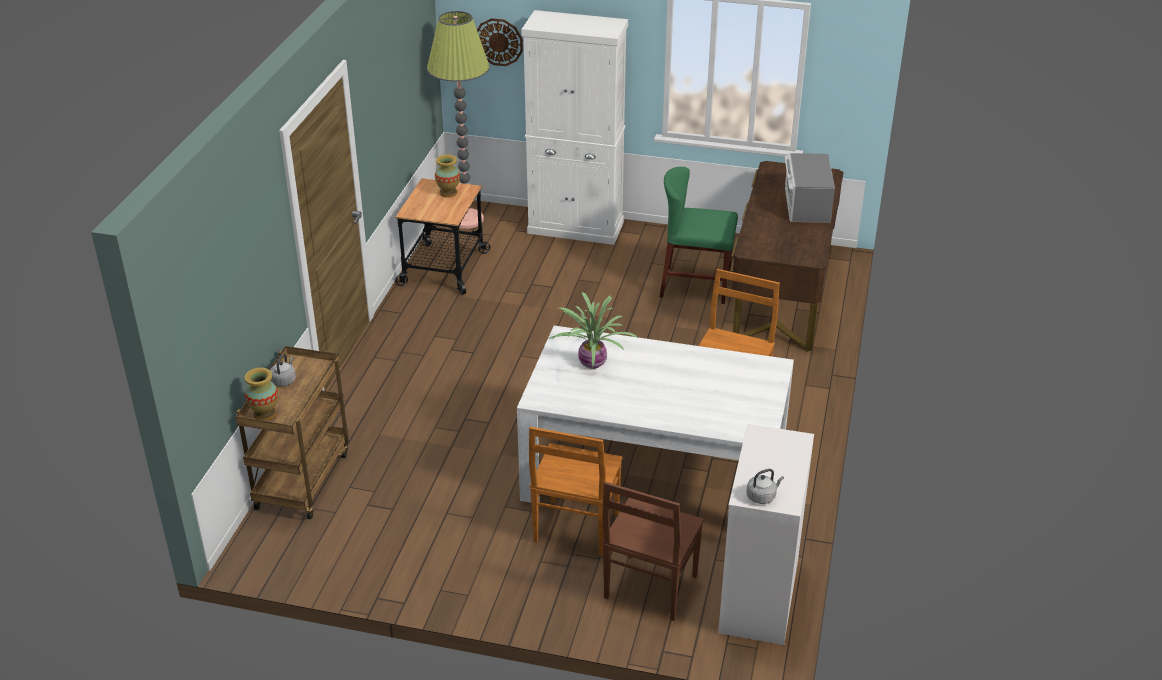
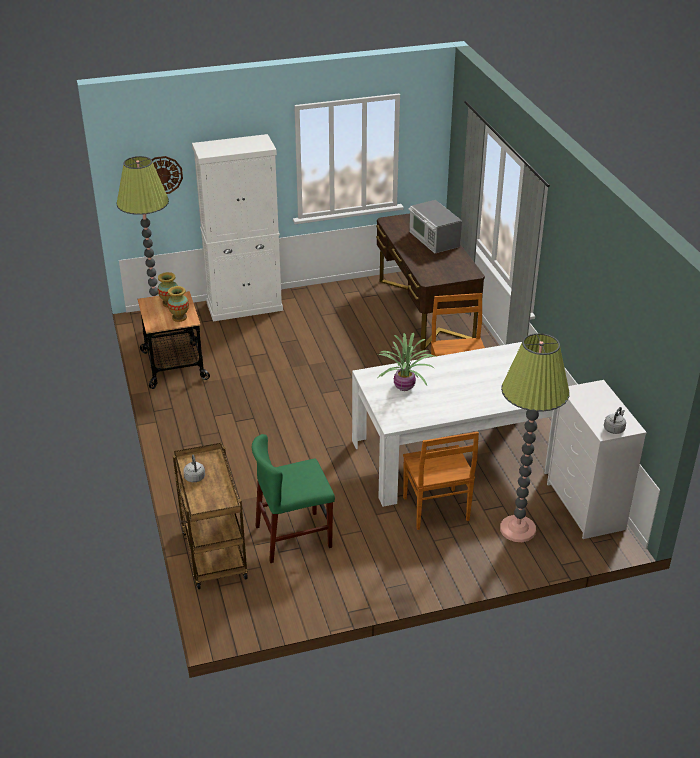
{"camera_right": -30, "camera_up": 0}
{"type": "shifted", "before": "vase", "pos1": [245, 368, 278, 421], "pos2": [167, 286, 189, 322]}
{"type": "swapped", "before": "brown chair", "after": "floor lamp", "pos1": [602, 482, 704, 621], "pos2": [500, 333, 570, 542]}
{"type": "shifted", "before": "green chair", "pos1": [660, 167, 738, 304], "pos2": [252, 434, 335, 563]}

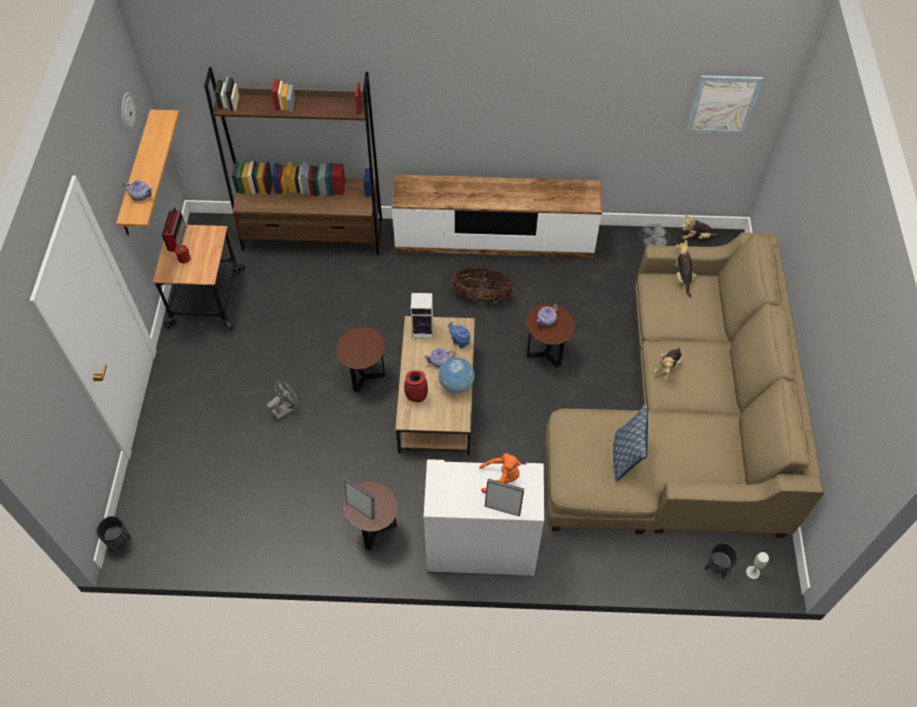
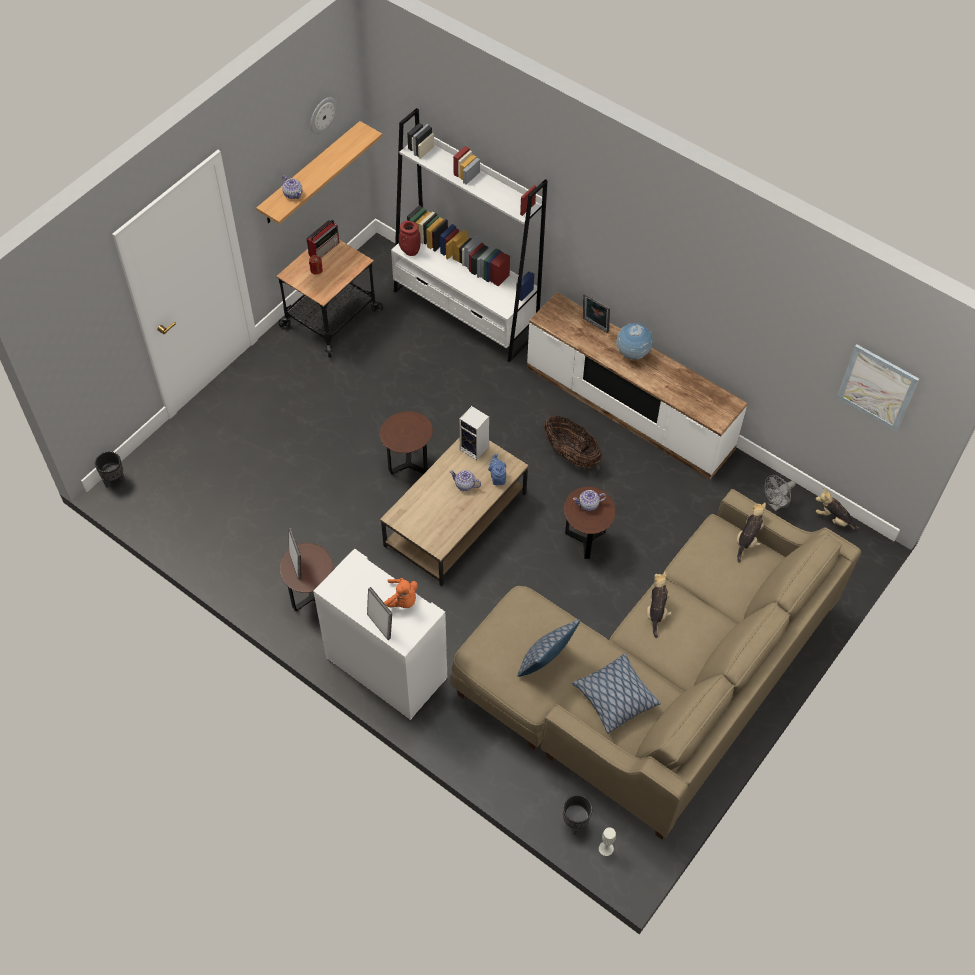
{"camera_right": 35, "camera_up": 0}
{"type": "repainted", "before": "brown bookcase", "after": "white bookcase", "pos1": [204, 67, 382, 255], "pos2": [391, 108, 547, 362]}
{"type": "gone", "before": "grey fan", "pos1": [267, 380, 298, 420]}
{"type": "shifted", "before": "red vase", "pos1": [404, 370, 428, 402], "pos2": [399, 221, 421, 256]}
{"type": "shifted", "before": "globe", "pos1": [438, 357, 474, 394], "pos2": [615, 323, 653, 359]}
{"type": "rotated", "before": "plush toy", "pos1": [653, 347, 683, 381], "pos2": [647, 572, 672, 638], "turn": 120}
{"type": "new", "after": "pillow", "pos2": [572, 653, 661, 734]}
{"type": "new", "after": "picture frame", "pos2": [583, 293, 610, 333]}

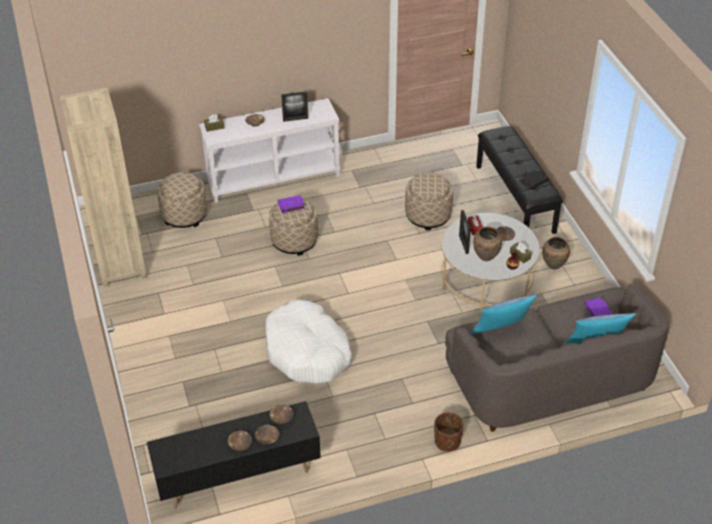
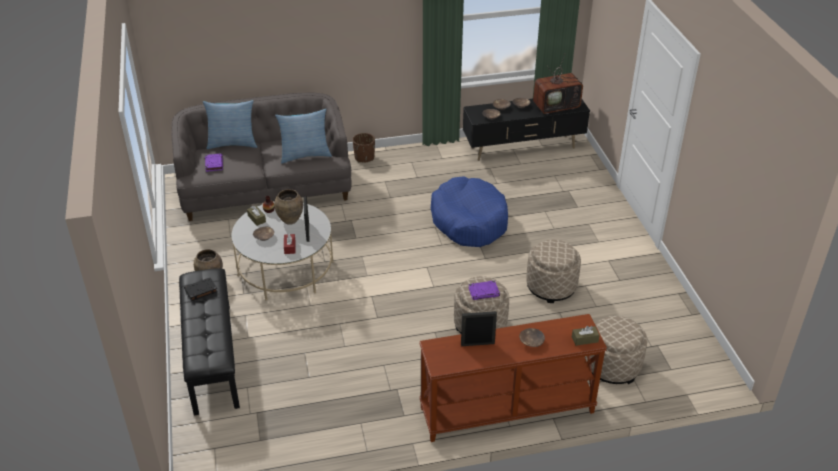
{"camera_right": -175, "camera_up": -5}
{"type": "gone", "before": "beige bookcase", "pos1": [60, 88, 147, 287]}
{"type": "repainted", "before": "white console table", "after": "brown console table", "pos1": [199, 98, 340, 203], "pos2": [419, 314, 607, 442]}
{"type": "repainted", "before": "white dog bed", "after": "blue dog bed", "pos1": [265, 300, 352, 384], "pos2": [431, 177, 508, 247]}
{"type": "shifted", "before": "beige ottoman", "pos1": [405, 172, 453, 230], "pos2": [526, 240, 581, 303]}
{"type": "new", "after": "television", "pos2": [533, 55, 583, 114]}

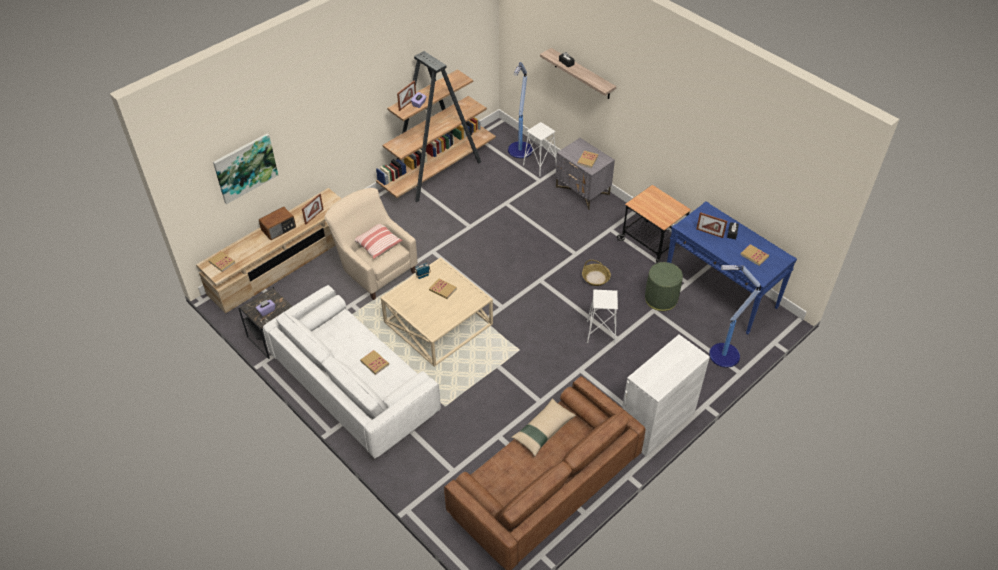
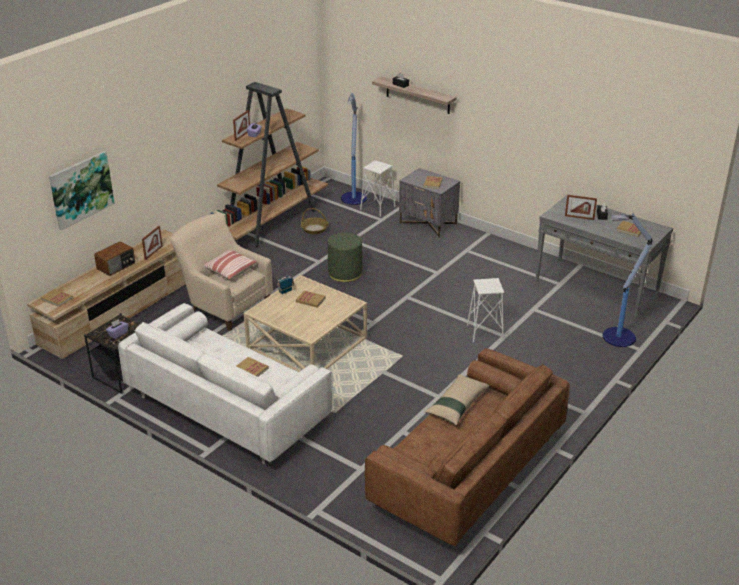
{"camera_right": -10, "camera_up": -15}
{"type": "shifted", "before": "basket", "pos1": [582, 260, 611, 286], "pos2": [301, 208, 329, 234]}
{"type": "gone", "before": "cart", "pos1": [617, 185, 691, 264]}
{"type": "gone", "before": "white cabinet", "pos1": [622, 334, 710, 457]}
{"type": "shifted", "before": "green ottoman", "pos1": [645, 262, 683, 311], "pos2": [328, 232, 362, 282]}
{"type": "repainted", "before": "blue console table", "after": "grey console table", "pos1": [667, 201, 797, 335], "pos2": [535, 195, 673, 318]}

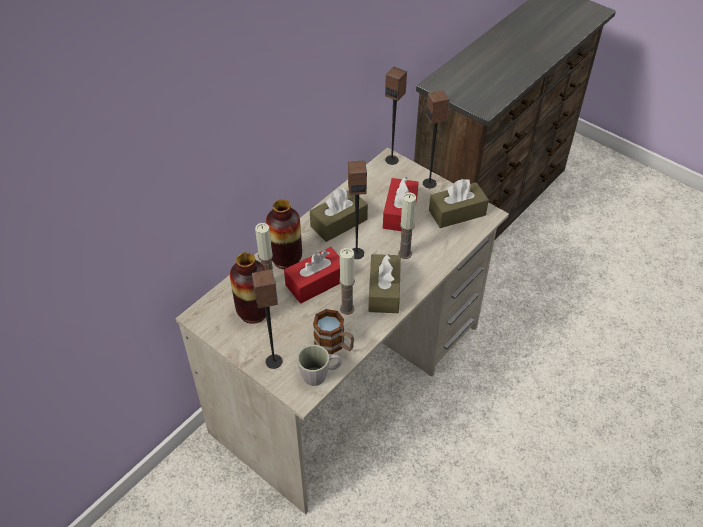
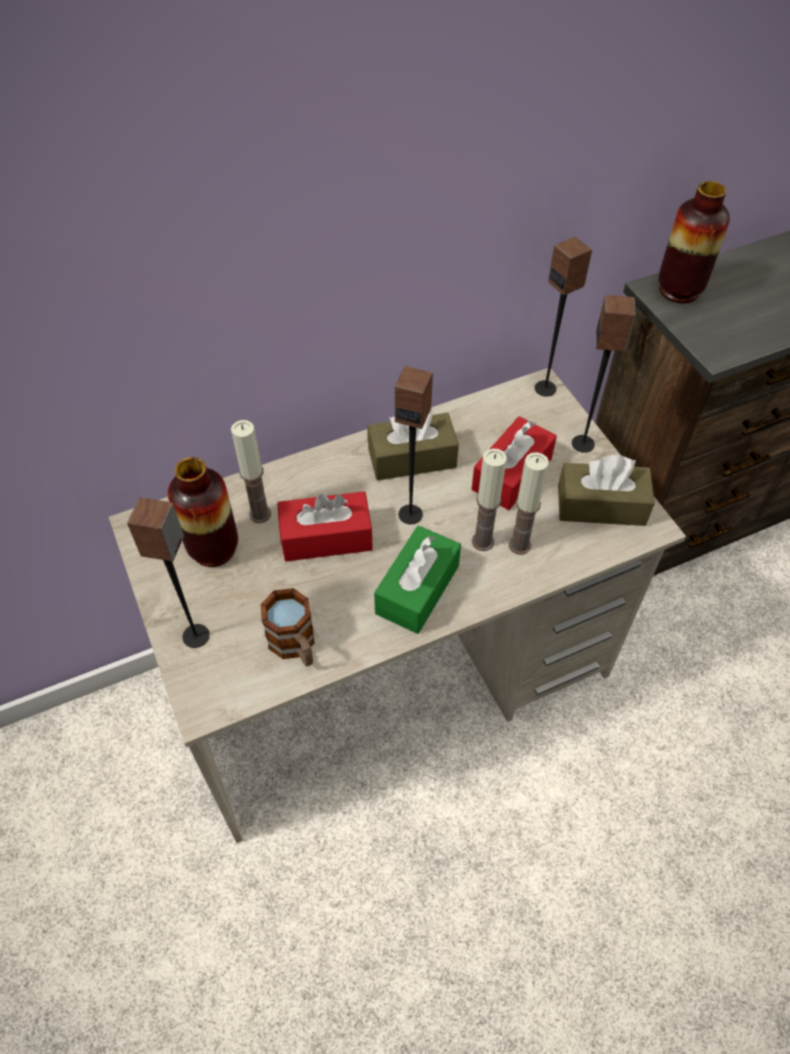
{"camera_right": 25, "camera_up": 5}
{"type": "shifted", "before": "vase", "pos1": [266, 199, 302, 269], "pos2": [658, 181, 730, 303]}
{"type": "gone", "before": "grey mug", "pos1": [297, 345, 342, 386]}
{"type": "shifted", "before": "candle", "pos1": [339, 248, 355, 315], "pos2": [509, 452, 549, 555]}
{"type": "repainted", "before": "brown tissue box", "after": "green tissue box", "pos1": [368, 254, 401, 313], "pos2": [374, 526, 461, 634]}

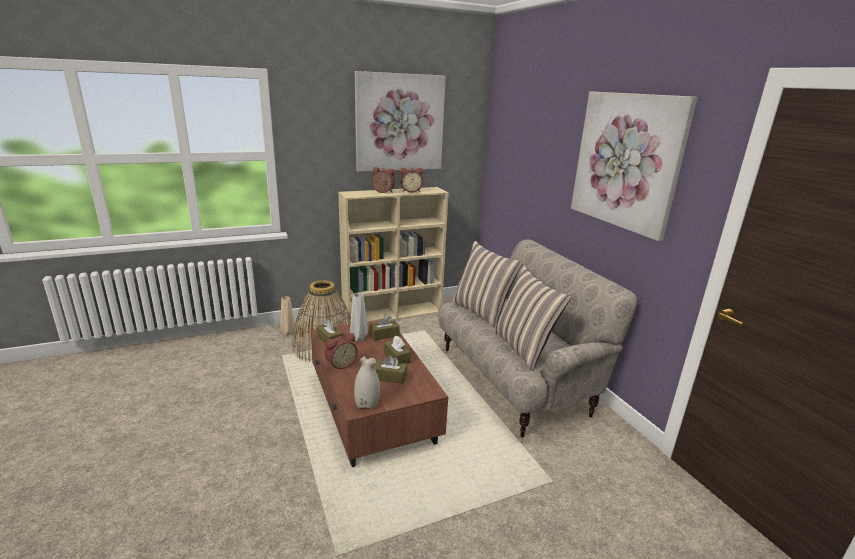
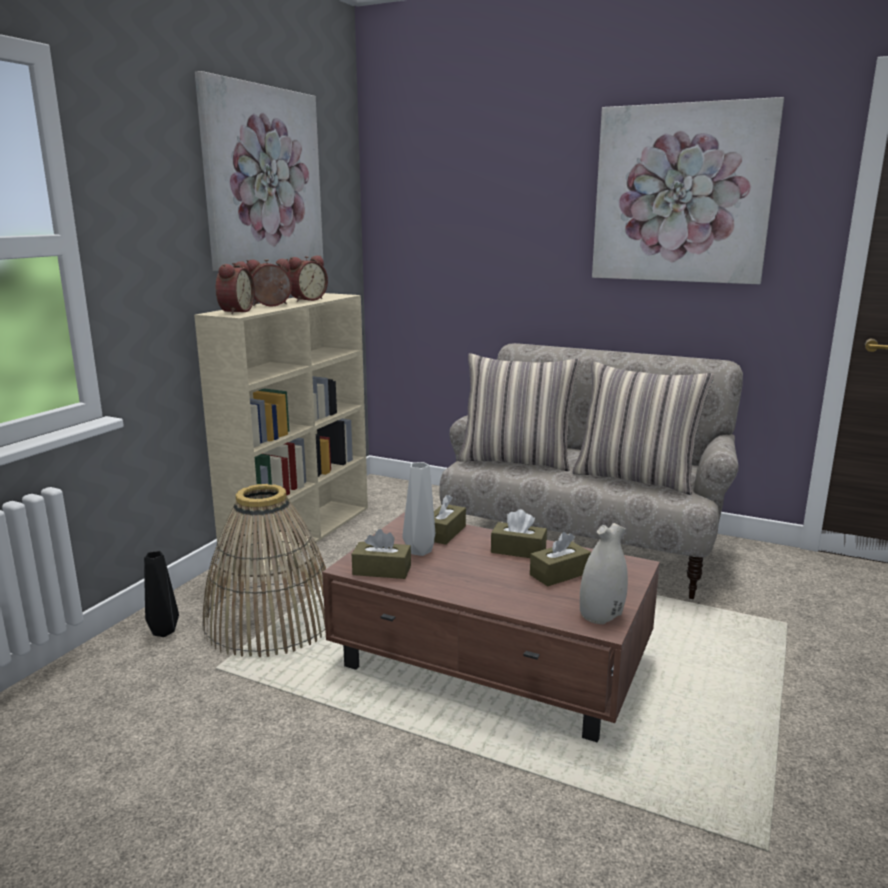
{"camera_right": -40, "camera_up": -5}
{"type": "repainted", "before": "beige vase", "after": "black vase", "pos1": [280, 296, 295, 335], "pos2": [144, 551, 179, 637]}
{"type": "shifted", "before": "alarm clock", "pos1": [325, 333, 358, 370], "pos2": [215, 261, 255, 314]}

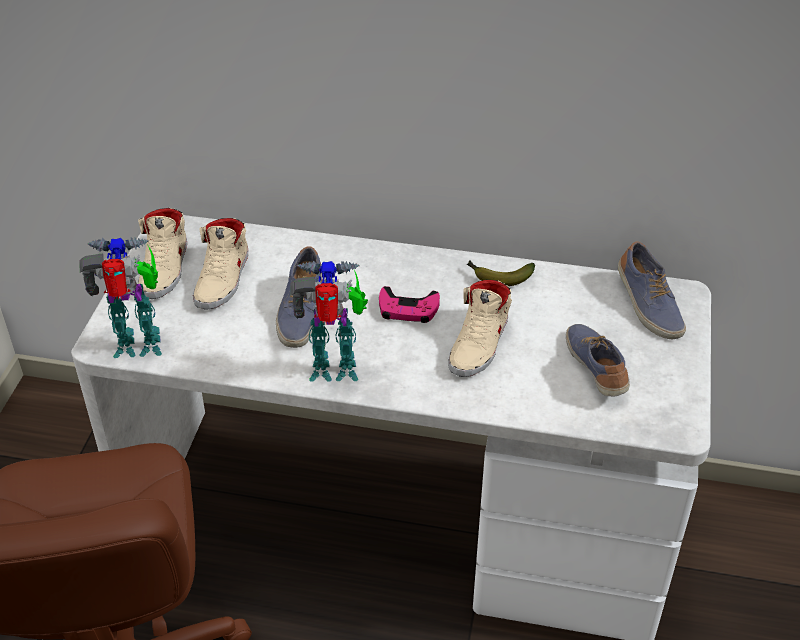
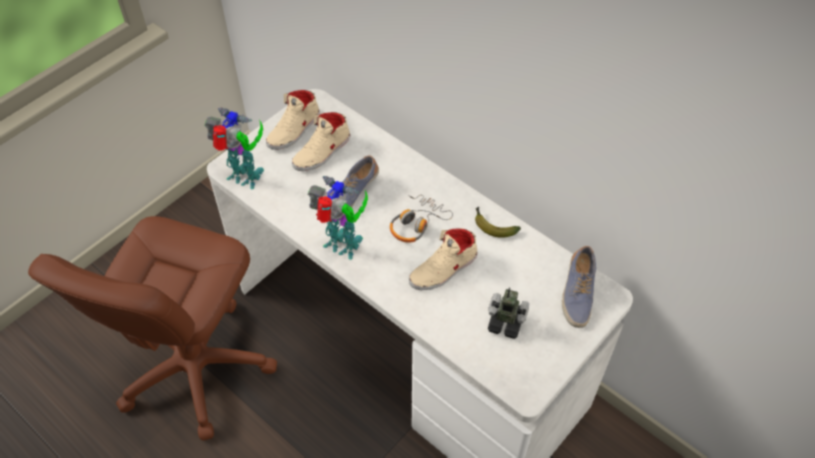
{"camera_right": 30, "camera_up": 10}
{"type": "swapped", "before": "pink game controller", "after": "headphones", "pos1": [379, 286, 440, 323], "pos2": [390, 195, 453, 242]}
{"type": "swapped", "before": "shoe", "after": "toy robot", "pos1": [566, 324, 630, 396], "pos2": [488, 288, 529, 339]}

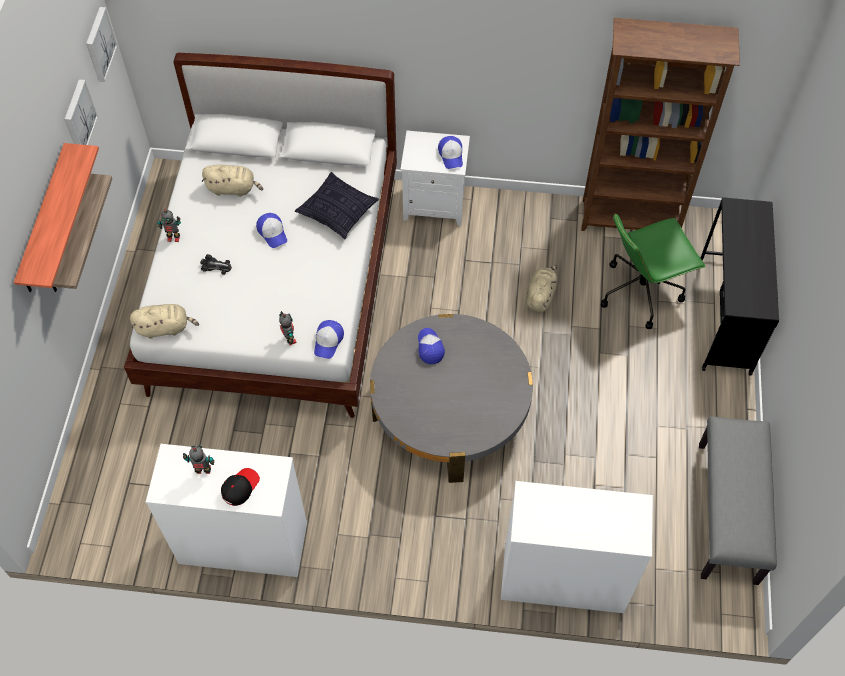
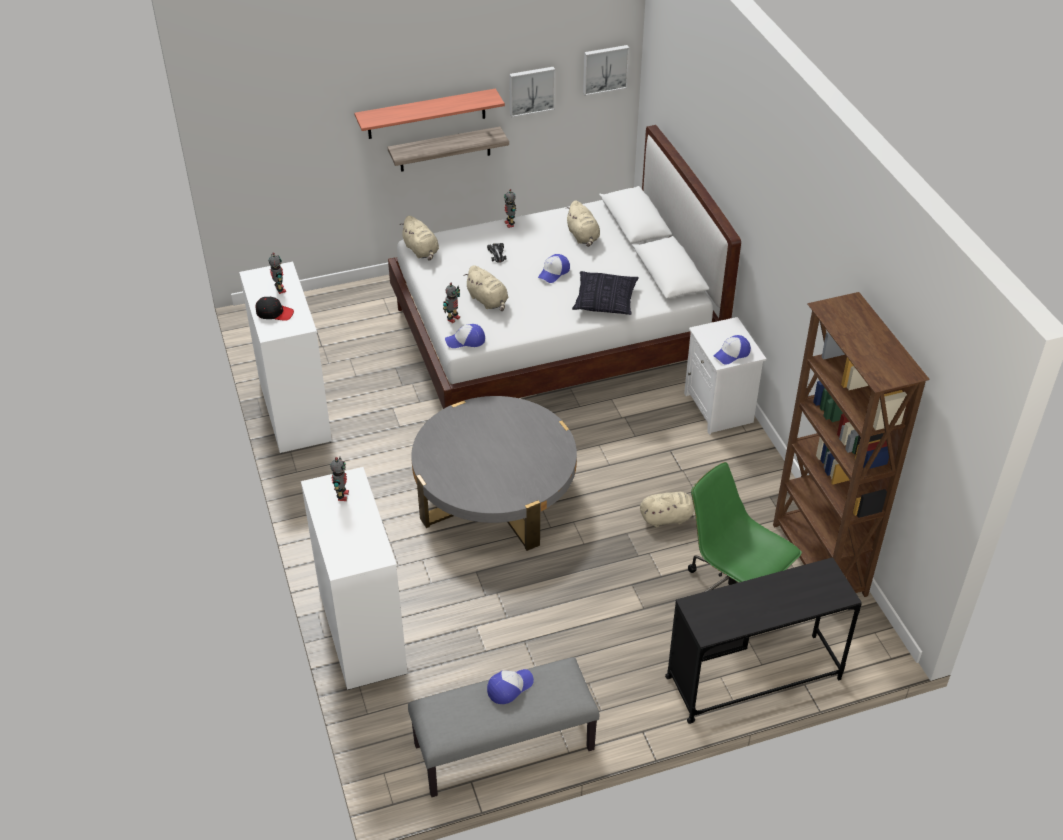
{"camera_right": 65, "camera_up": -15}
{"type": "shifted", "before": "cap", "pos1": [418, 328, 445, 364], "pos2": [487, 669, 534, 704]}
{"type": "new", "after": "toy robot", "pos2": [330, 457, 349, 501]}
{"type": "new", "after": "beige plush toy", "pos2": [464, 265, 509, 311]}

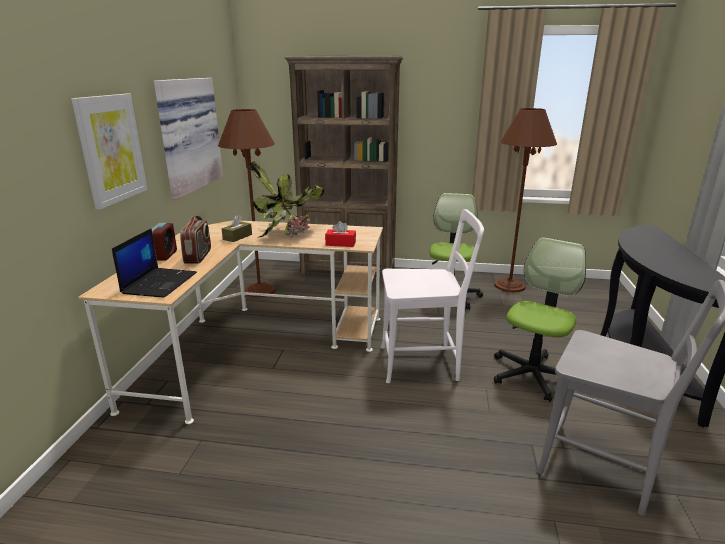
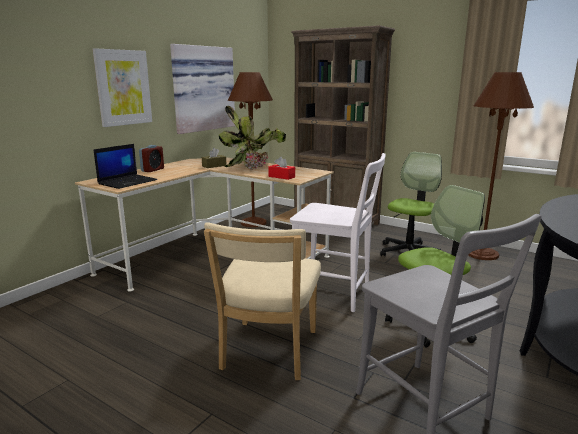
{"camera_right": 25, "camera_up": -5}
{"type": "gone", "before": "radio", "pos1": [180, 216, 211, 263]}
{"type": "new", "after": "beige chair", "pos2": [204, 222, 321, 380]}

